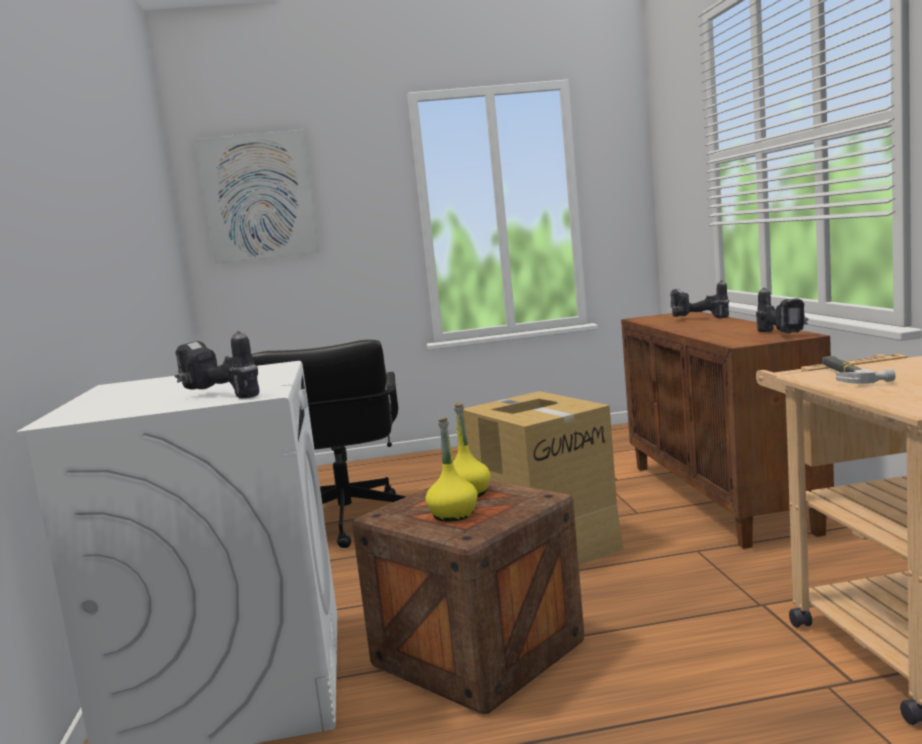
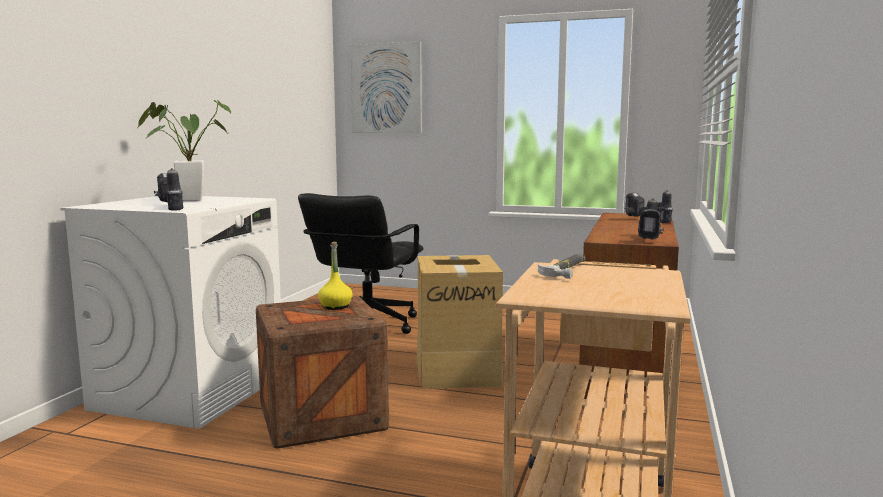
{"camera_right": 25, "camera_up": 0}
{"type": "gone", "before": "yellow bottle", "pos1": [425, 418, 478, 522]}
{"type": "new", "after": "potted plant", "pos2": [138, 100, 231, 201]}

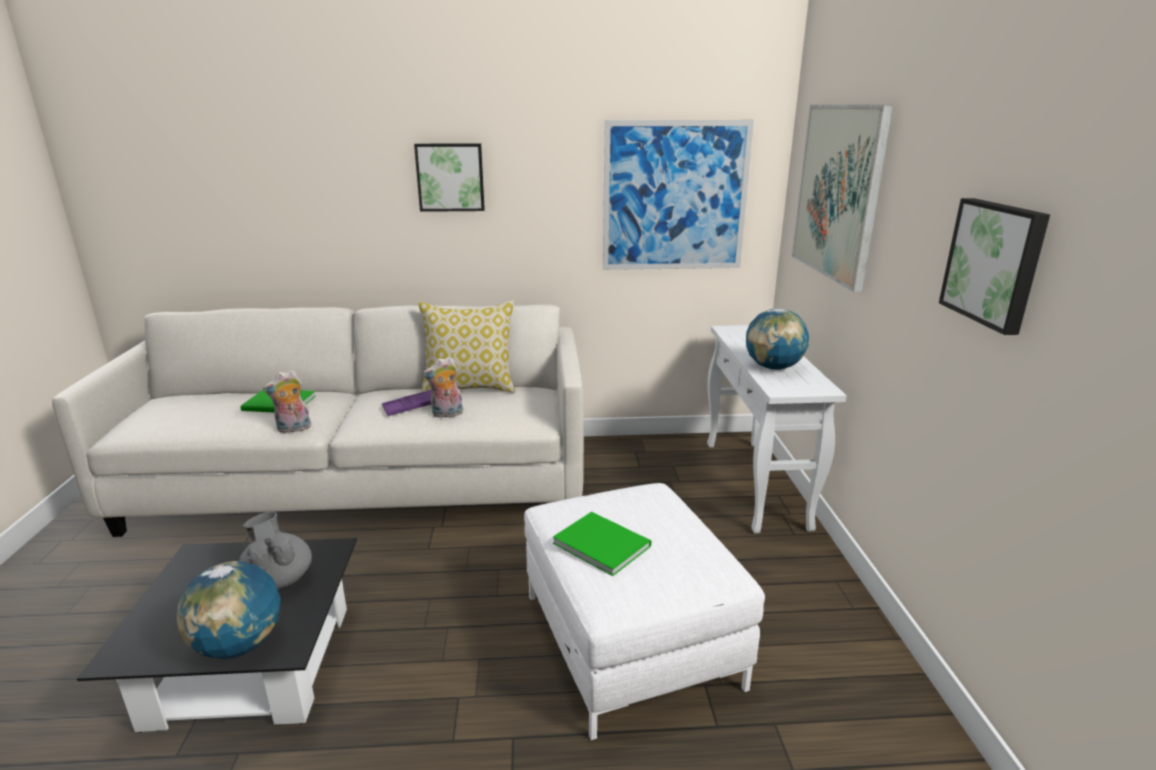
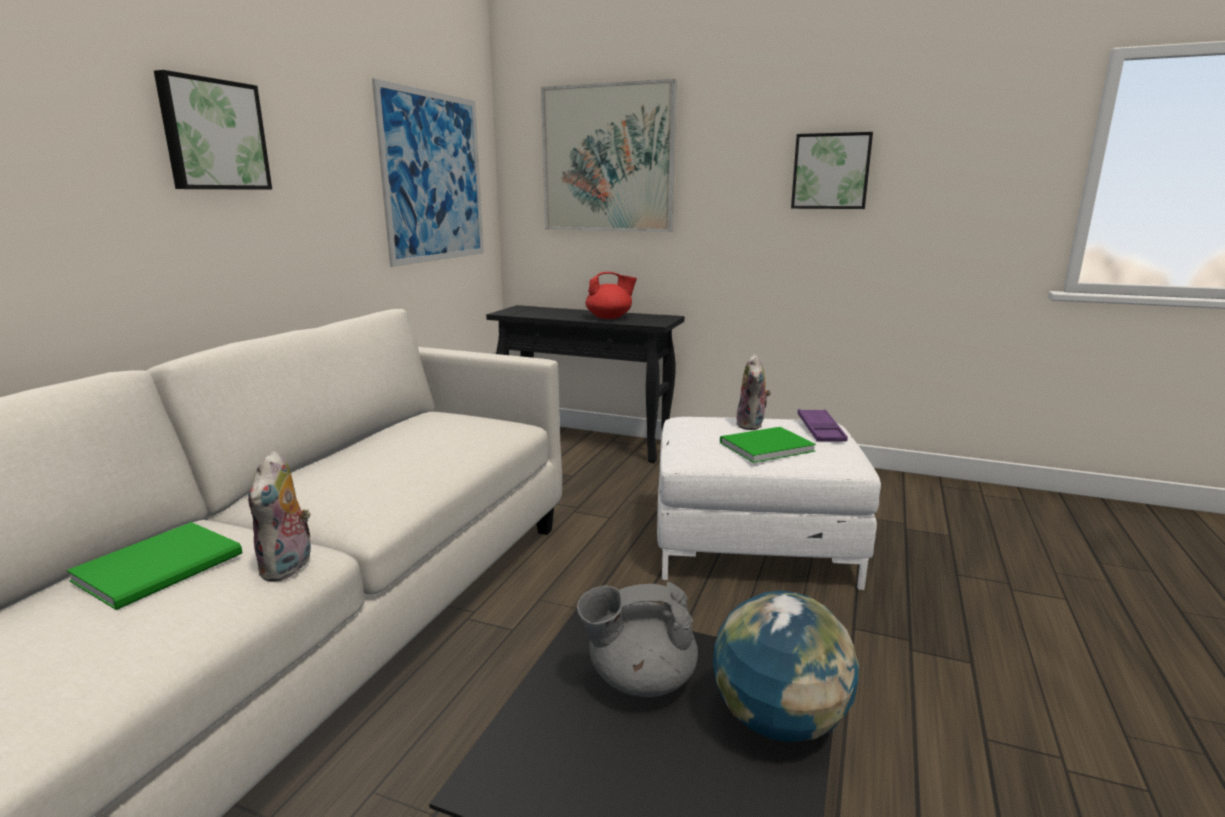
{"camera_right": -65, "camera_up": -5}
{"type": "shifted", "before": "purple tray", "pos1": [382, 390, 431, 416], "pos2": [797, 409, 848, 442]}
{"type": "gone", "before": "pillow", "pos1": [418, 300, 516, 393]}
{"type": "shifted", "before": "plush toy", "pos1": [423, 357, 463, 418], "pos2": [736, 354, 771, 430]}
{"type": "repainted", "before": "white console table", "after": "black console table", "pos1": [707, 325, 847, 534], "pos2": [486, 305, 684, 463]}
{"type": "swapped", "before": "globe", "after": "red teapot", "pos1": [746, 308, 809, 370], "pos2": [585, 272, 637, 319]}

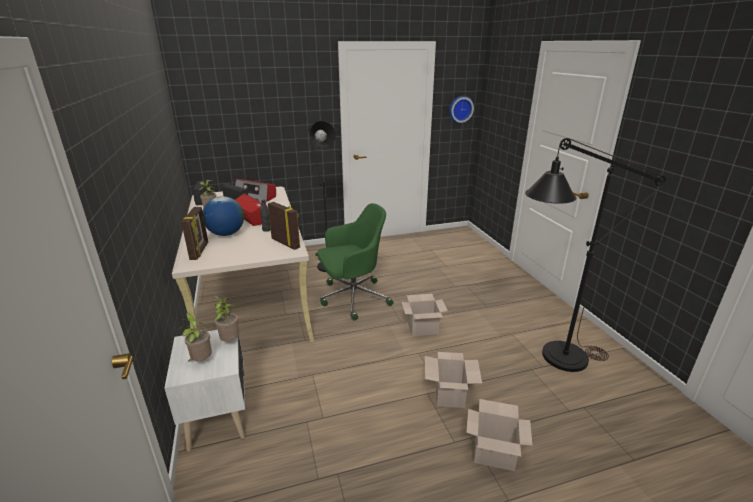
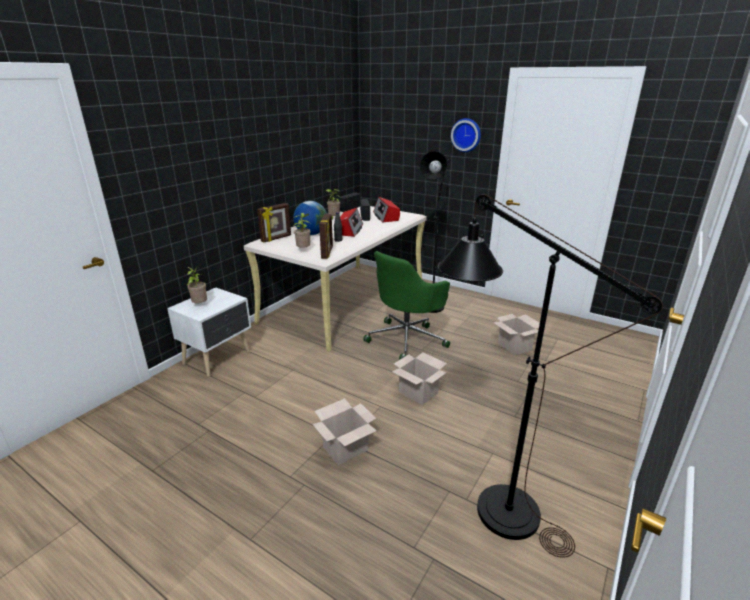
{"camera_right": 50, "camera_up": 0}
{"type": "shifted", "before": "potted plant", "pos1": [214, 296, 240, 342], "pos2": [293, 213, 311, 248]}
{"type": "rotated", "before": "green office chair", "pos1": [317, 203, 393, 321], "pos2": [363, 251, 450, 360], "turn": 105}
{"type": "shifted", "before": "wall clock", "pos1": [449, 96, 474, 124], "pos2": [451, 118, 481, 152]}
{"type": "shifted", "before": "cardboard box", "pos1": [466, 399, 533, 471], "pos2": [493, 314, 540, 355]}

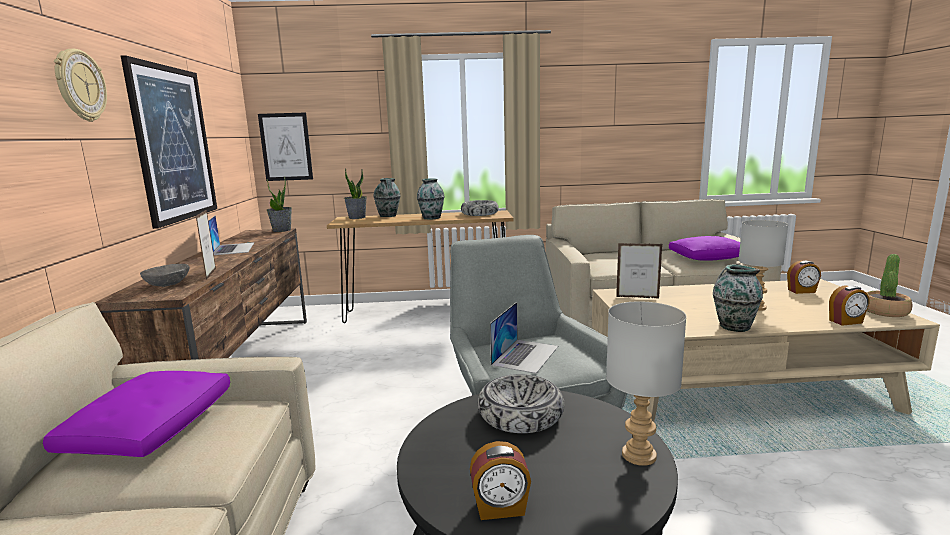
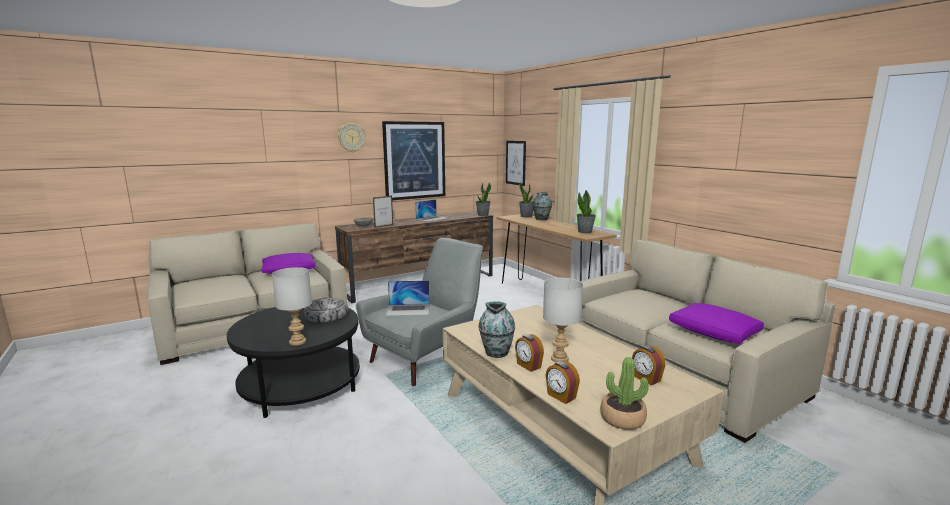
{"camera_right": 60, "camera_up": 0}
{"type": "gone", "before": "vase", "pos1": [417, 179, 444, 220]}
{"type": "swapped", "before": "bowl", "after": "potted plant", "pos1": [461, 200, 499, 216], "pos2": [577, 190, 596, 233]}
{"type": "shifted", "before": "alarm clock", "pos1": [470, 441, 531, 520], "pos2": [515, 334, 544, 372]}
{"type": "gone", "before": "picture frame", "pos1": [616, 243, 662, 298]}

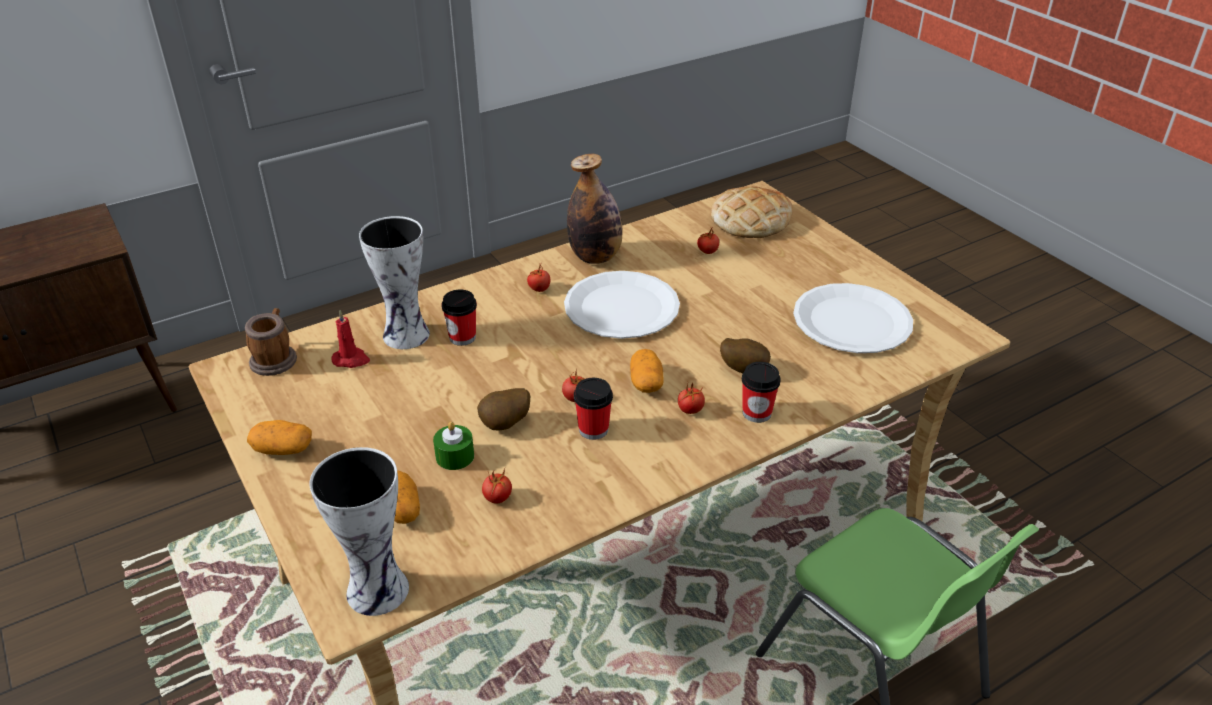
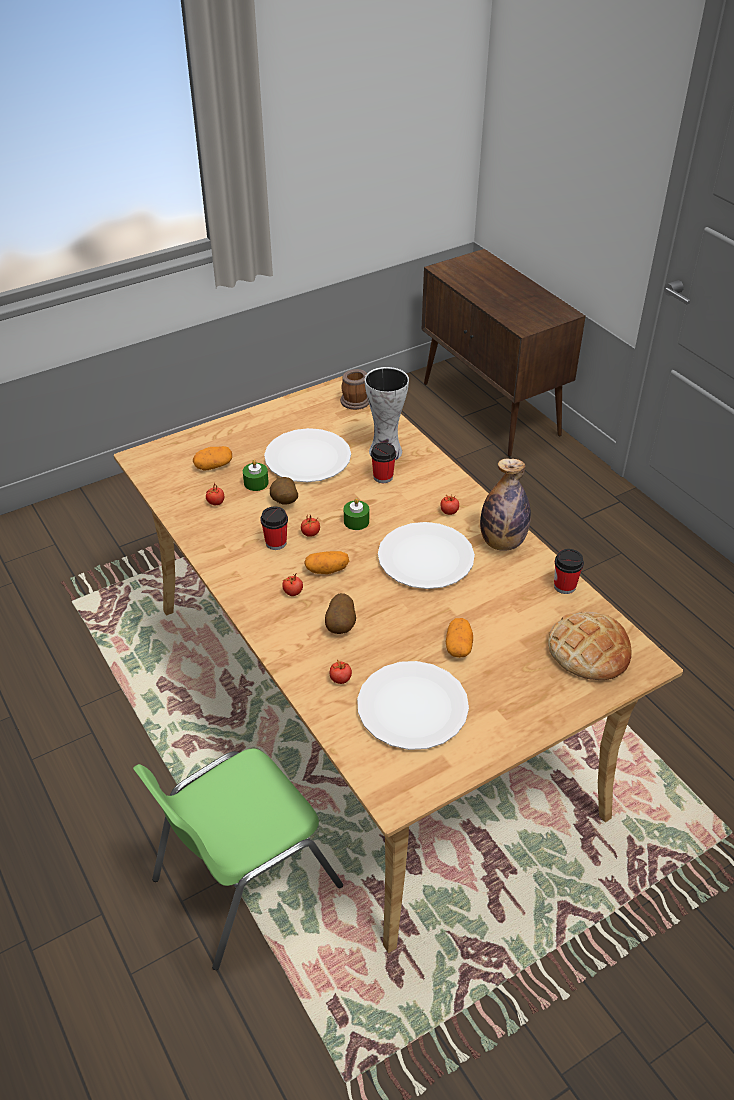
{"camera_right": 90, "camera_up": 5}
{"type": "shifted", "before": "potato", "pos1": [247, 420, 312, 455], "pos2": [446, 618, 473, 658]}
{"type": "gone", "before": "vase", "pos1": [309, 447, 409, 616]}
{"type": "gone", "before": "red candle", "pos1": [331, 310, 370, 368]}
{"type": "shifted", "before": "tomato", "pos1": [697, 226, 719, 254], "pos2": [330, 660, 352, 684]}
{"type": "shifted", "before": "cup", "pos1": [742, 362, 781, 423], "pos2": [554, 549, 584, 594]}
{"type": "new", "after": "white plate", "pos2": [264, 428, 351, 482]}
{"type": "new", "after": "green candle", "pos2": [344, 498, 369, 530]}

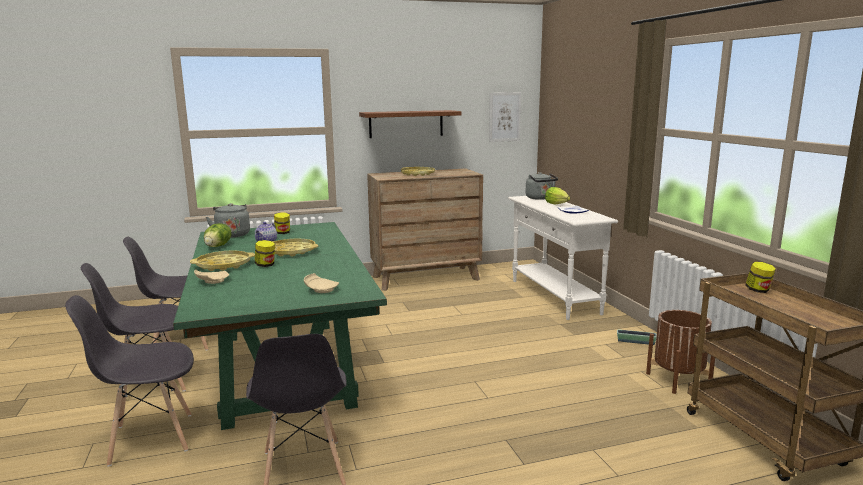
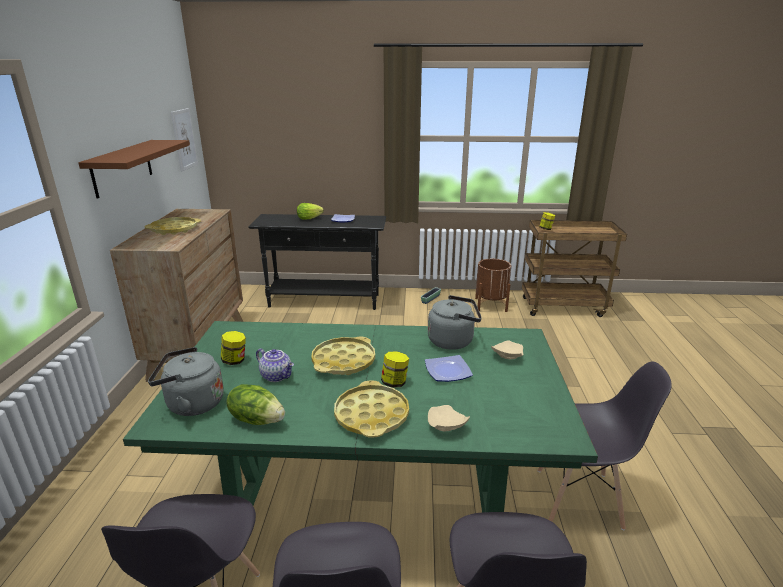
{"camera_right": -70, "camera_up": 10}
{"type": "repainted", "before": "white console table", "after": "black console table", "pos1": [508, 196, 618, 320], "pos2": [248, 214, 386, 310]}
{"type": "shifted", "before": "grey kettle", "pos1": [526, 172, 558, 200], "pos2": [428, 295, 482, 350]}
{"type": "new", "after": "plate", "pos2": [425, 355, 473, 382]}

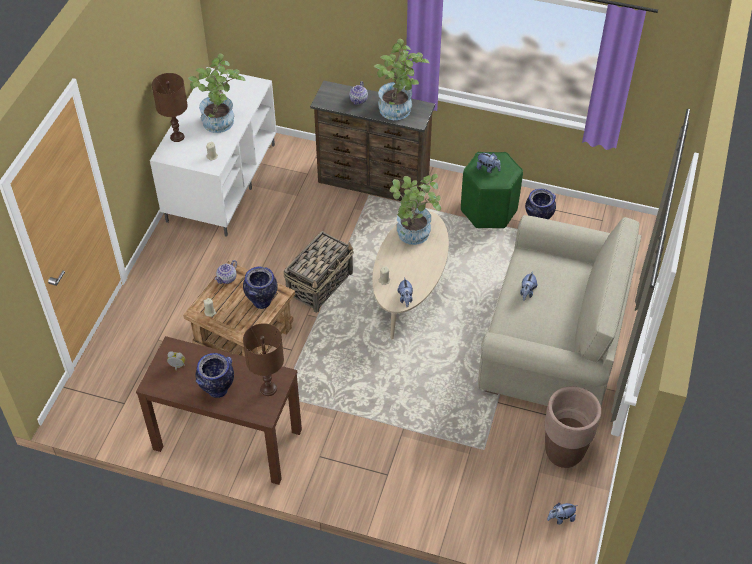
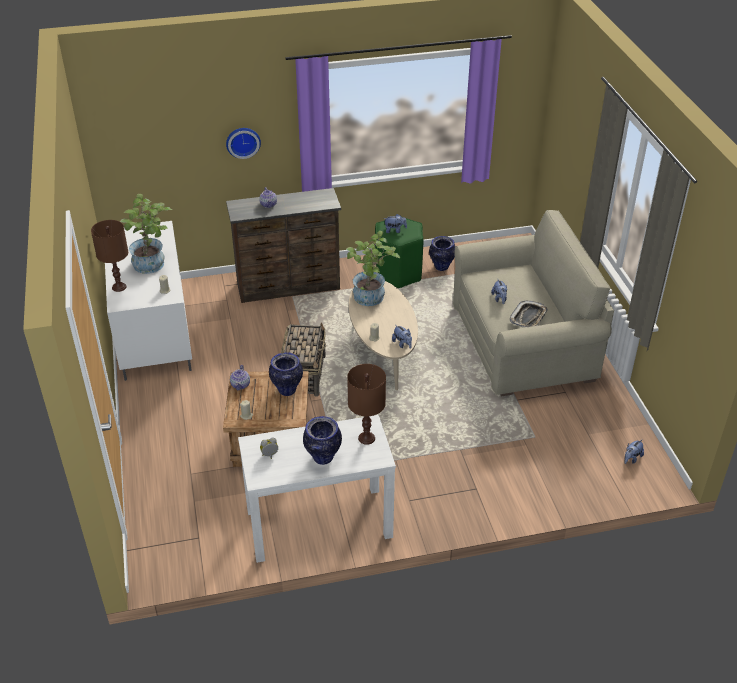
{"camera_right": -30, "camera_up": -10}
{"type": "repainted", "before": "brown console table", "after": "white console table", "pos1": [136, 336, 302, 485], "pos2": [238, 415, 396, 563]}
{"type": "gone", "before": "potted plant", "pos1": [374, 39, 430, 120]}
{"type": "gone", "before": "brown planter", "pos1": [545, 386, 601, 468]}
{"type": "new", "after": "wall clock", "pos2": [226, 128, 261, 159]}
{"type": "new", "after": "tray", "pos2": [510, 301, 548, 327]}

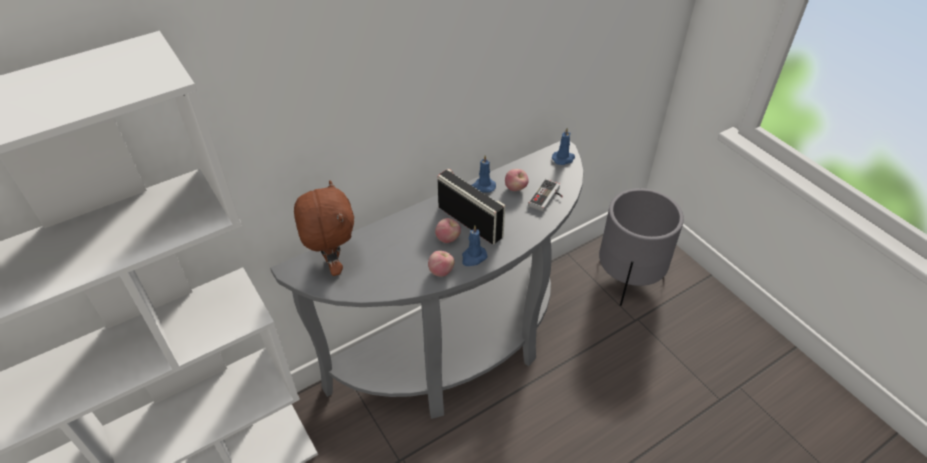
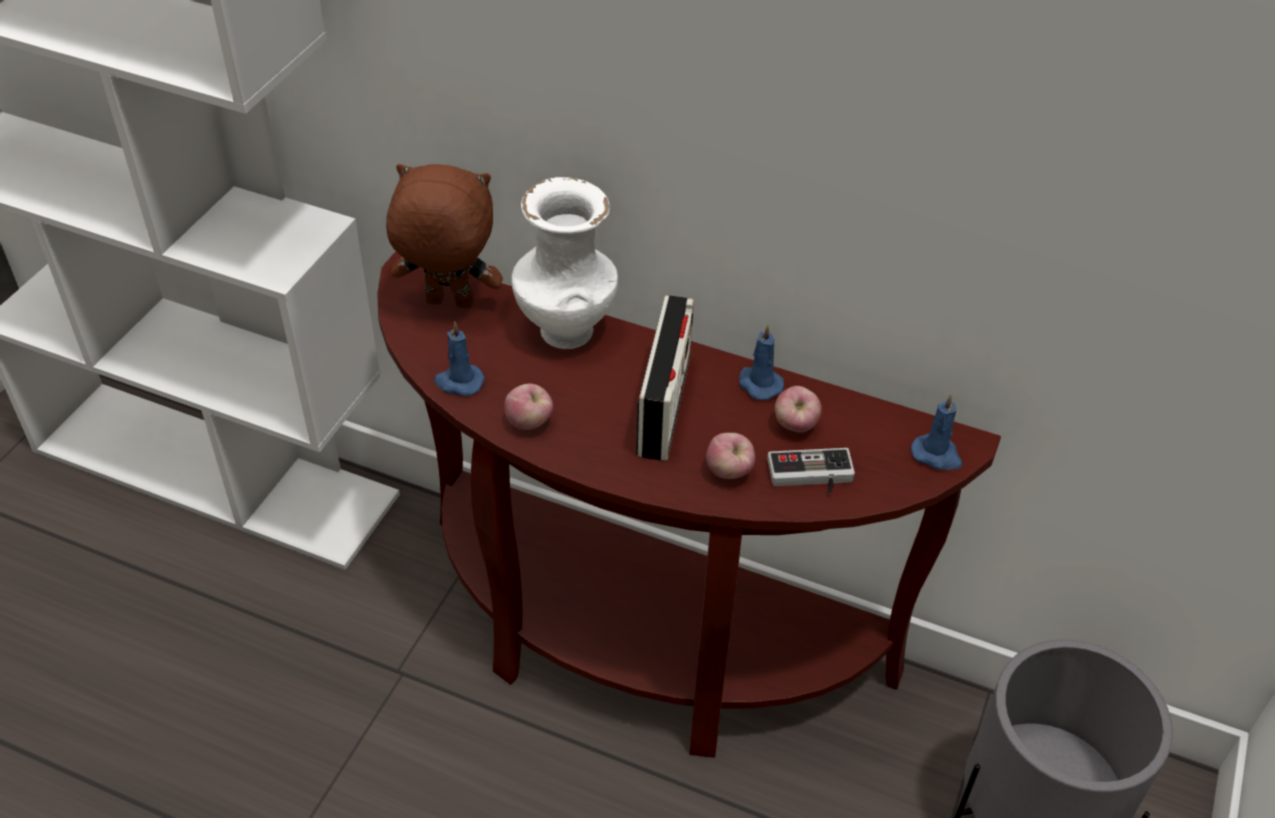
{"camera_right": 55, "camera_up": 0}
{"type": "repainted", "before": "grey console table", "after": "brown console table", "pos1": [270, 141, 584, 419], "pos2": [377, 251, 1001, 758]}
{"type": "rotated", "before": "brown plush toy", "pos1": [294, 180, 354, 276], "pos2": [386, 164, 503, 308], "turn": -120}
{"type": "shifted", "before": "apple", "pos1": [435, 218, 461, 243], "pos2": [706, 433, 755, 479]}
{"type": "shifted", "before": "blue candle", "pos1": [462, 225, 487, 266], "pos2": [434, 322, 485, 396]}
{"type": "new", "after": "white vase", "pos2": [512, 177, 618, 349]}

